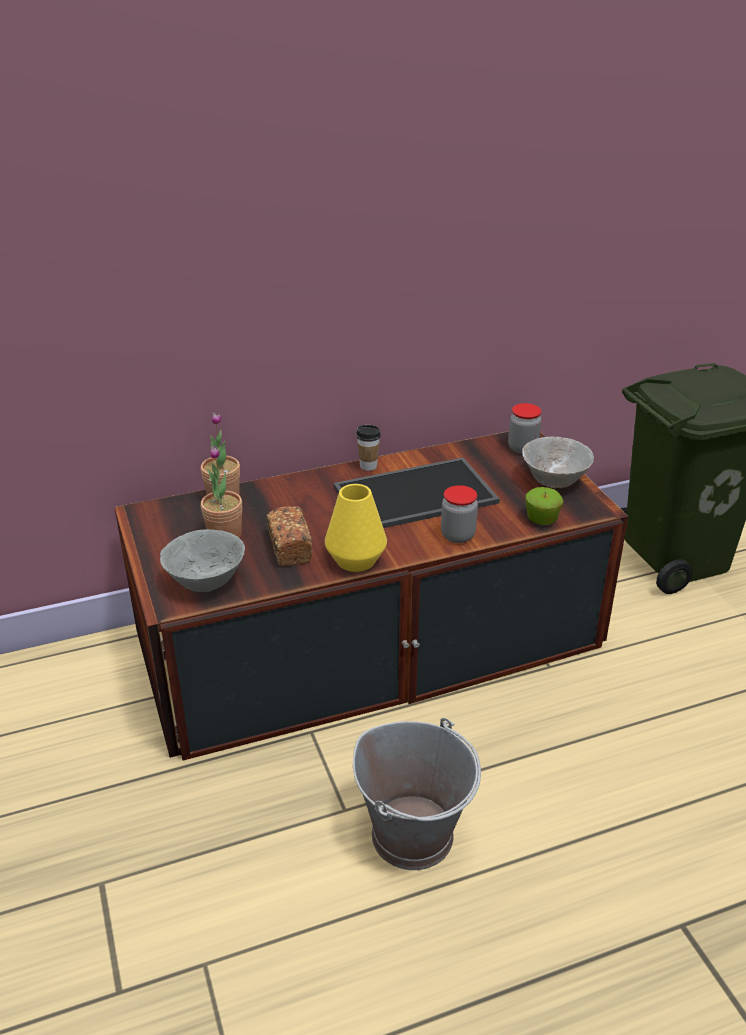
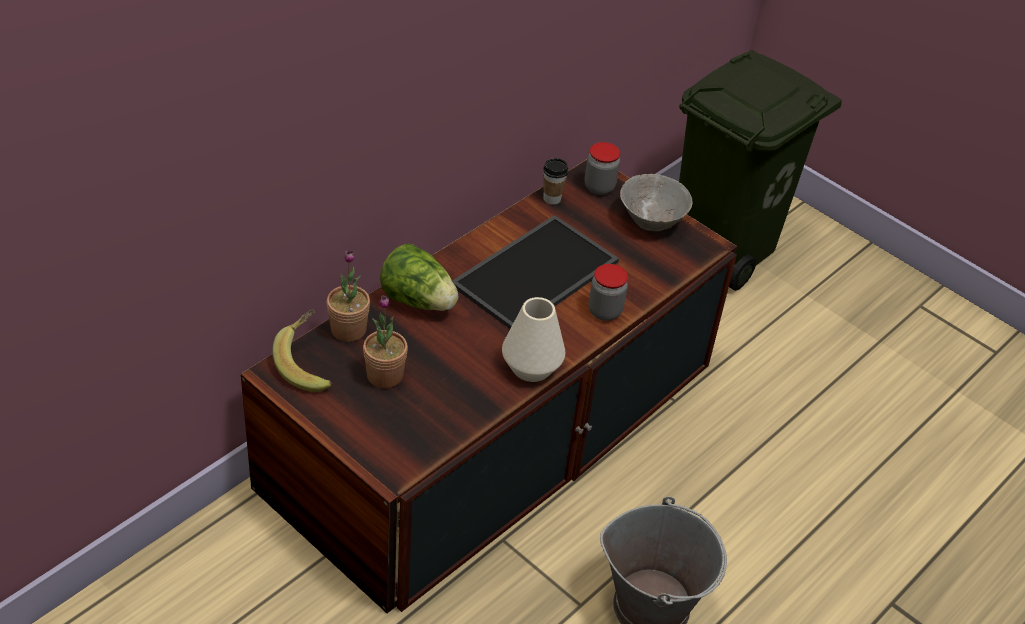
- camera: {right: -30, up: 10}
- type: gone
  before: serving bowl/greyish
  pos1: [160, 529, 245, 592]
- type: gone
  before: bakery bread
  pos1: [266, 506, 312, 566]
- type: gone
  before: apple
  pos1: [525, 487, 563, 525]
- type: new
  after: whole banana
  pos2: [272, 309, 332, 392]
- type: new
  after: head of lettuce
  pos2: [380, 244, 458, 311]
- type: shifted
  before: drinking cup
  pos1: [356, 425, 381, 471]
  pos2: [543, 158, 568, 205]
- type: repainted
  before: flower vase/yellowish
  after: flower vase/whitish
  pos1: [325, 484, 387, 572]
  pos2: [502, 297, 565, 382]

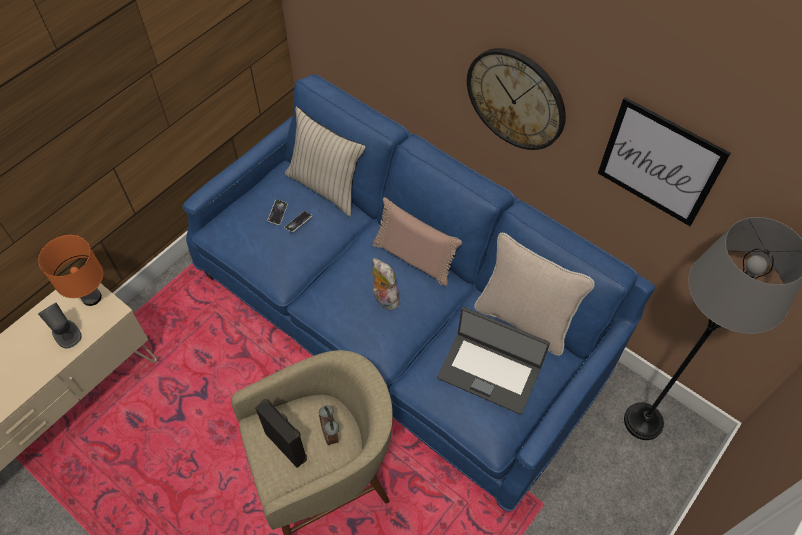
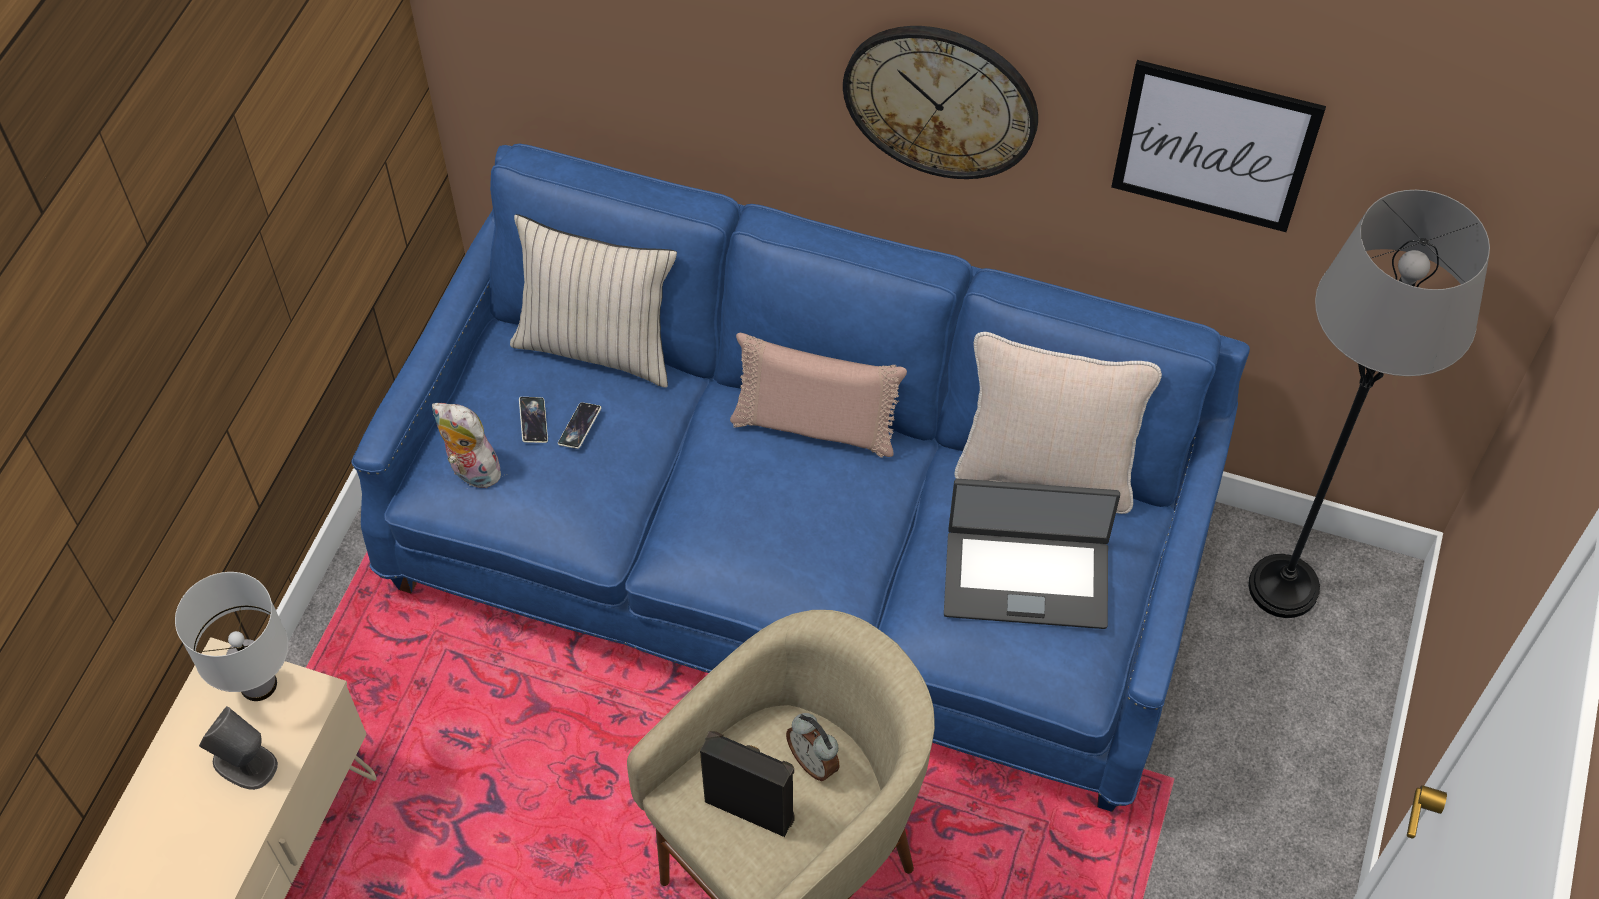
- camera: {right: -20, up: 0}
- type: shifted
  before: soft toy
  pos1: [372, 258, 400, 310]
  pos2: [432, 403, 504, 489]
- type: repainted
  before: table lamp/orange
  after: table lamp/whitish
  pos1: [38, 235, 103, 306]
  pos2: [175, 572, 288, 701]

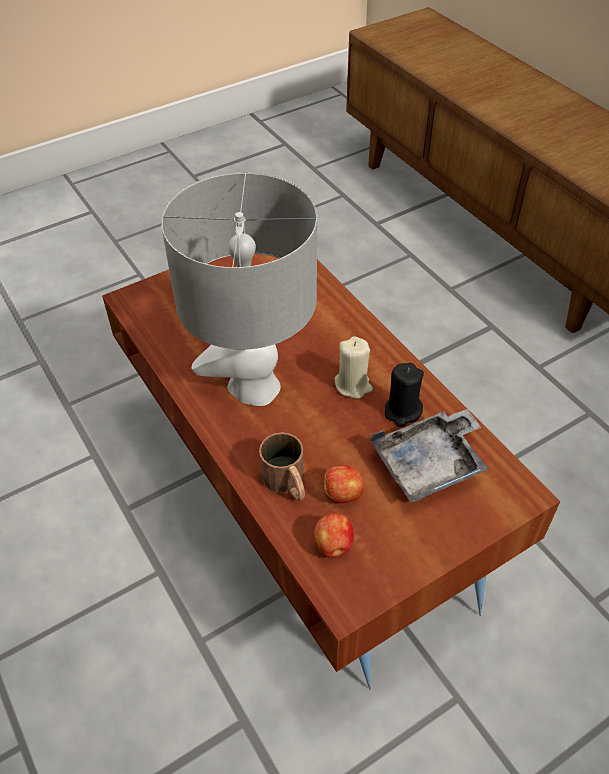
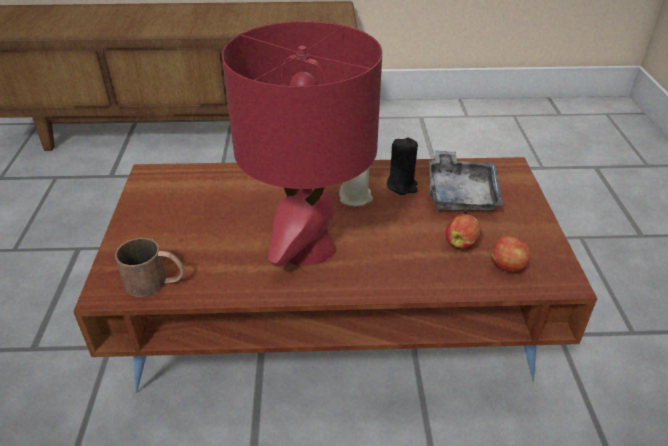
- camera: {right: -60, up: -10}
- type: shifted
  before: coffee mug/brown
  pos1: [259, 433, 305, 500]
  pos2: [115, 238, 185, 297]
- type: repainted
  before: table lamp/greyish
  after: table lamp/reddish
  pos1: [161, 172, 317, 406]
  pos2: [222, 21, 382, 267]

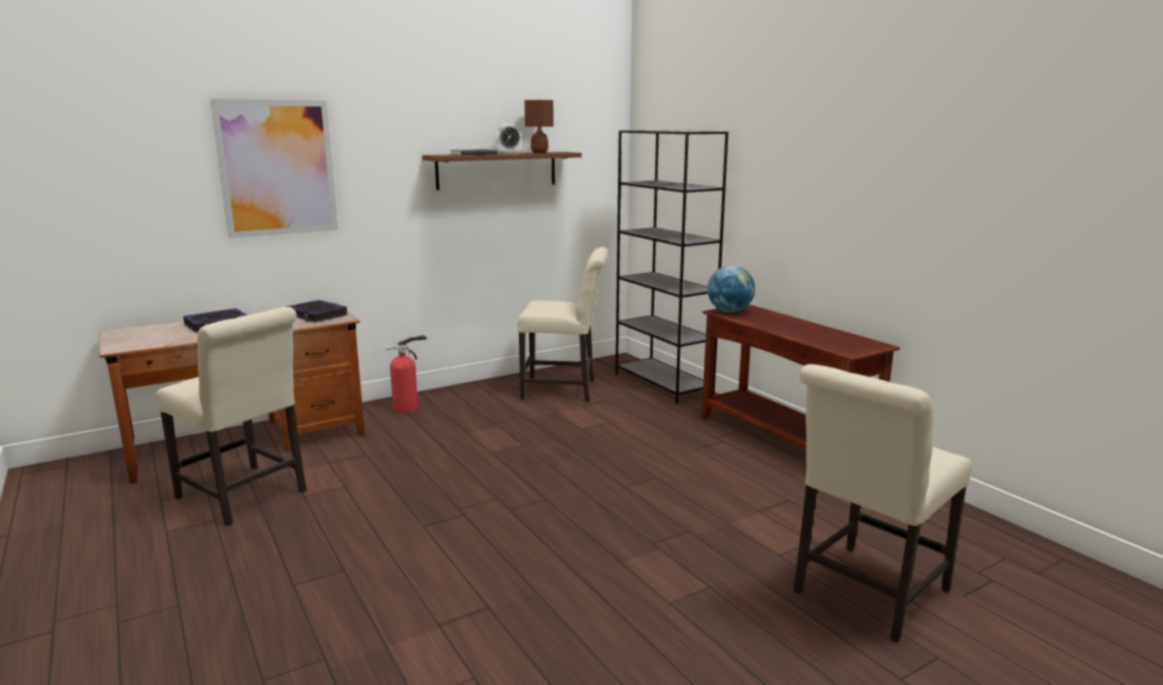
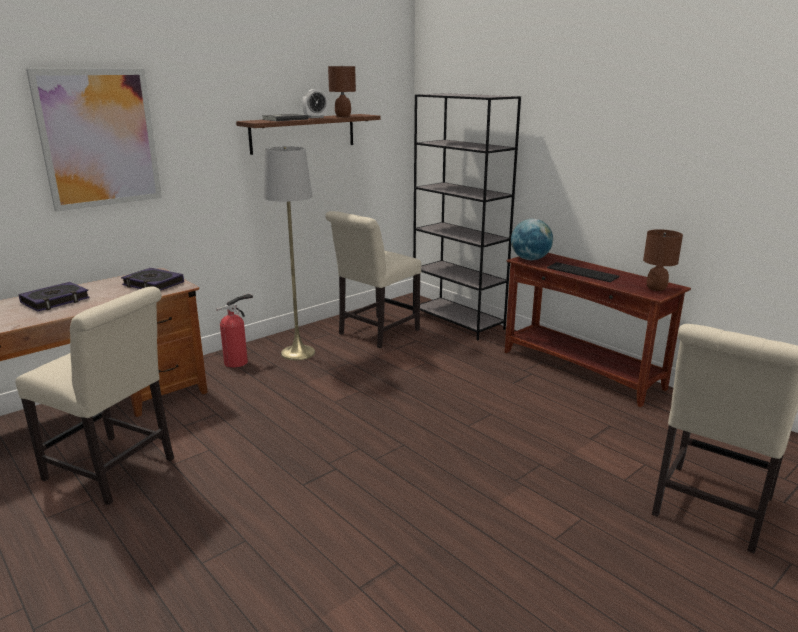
- camera: {right: -10, up: 5}
- type: new
  after: standard lamp/greyish
  pos2: [264, 147, 315, 360]
- type: new
  after: computer keyboard
  pos2: [547, 262, 619, 282]
- type: new
  after: table lamp/brown
  pos2: [643, 229, 683, 291]
- type: rotated
  before: plain chair/beige
  pos1: [518, 247, 608, 402]
  pos2: [325, 211, 421, 348]
  turn: 135

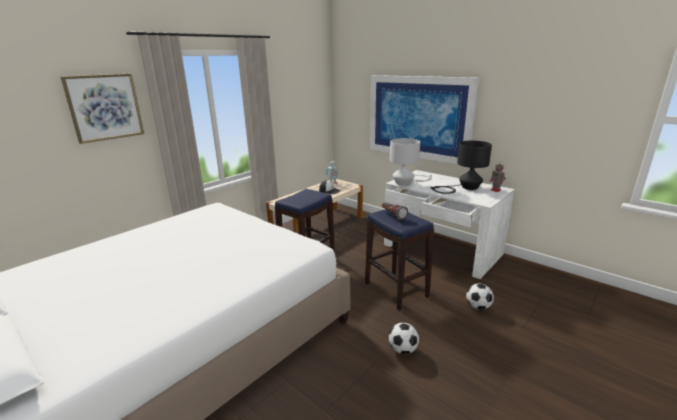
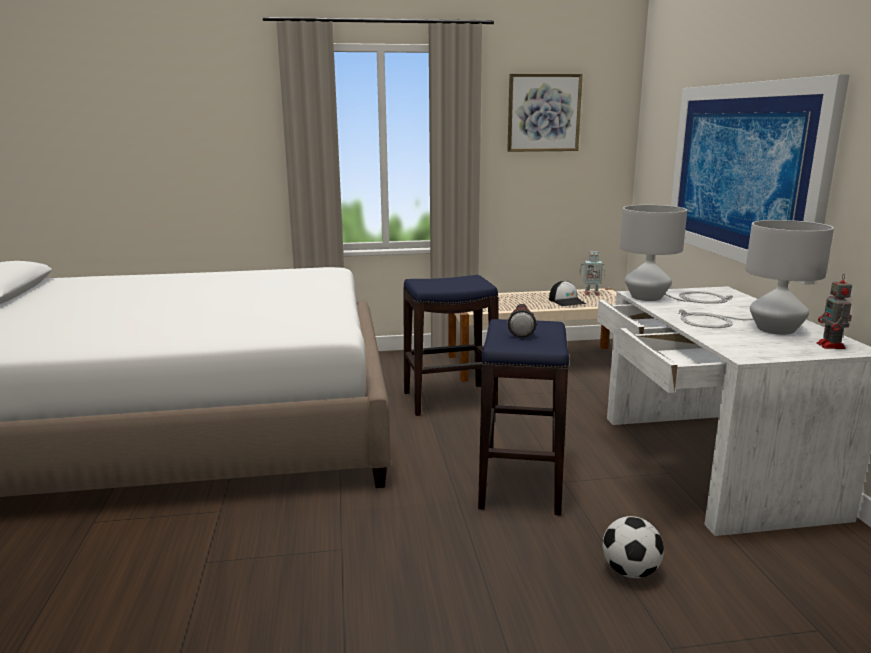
- camera: {right: 40, up: -5}
- type: gone
  before: football
  pos1: [389, 323, 419, 354]
- type: shifted
  before: wall picture
  pos1: [61, 74, 144, 144]
  pos2: [507, 74, 583, 152]
- type: repainted
  before: table lamp/blackish
  after: table lamp/whitish
  pos1: [430, 141, 492, 194]
  pos2: [679, 220, 834, 335]

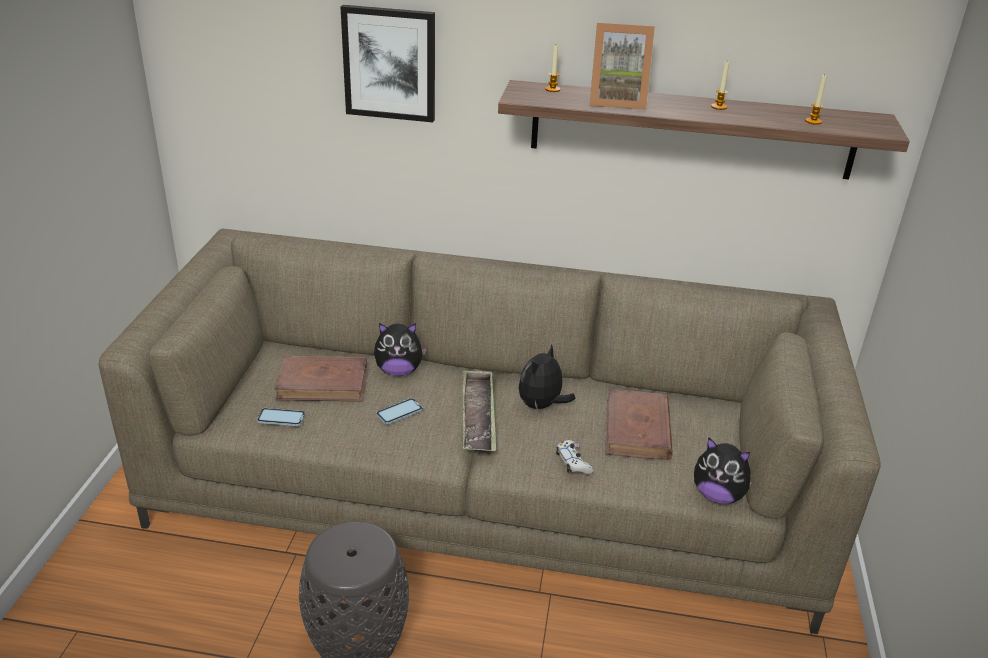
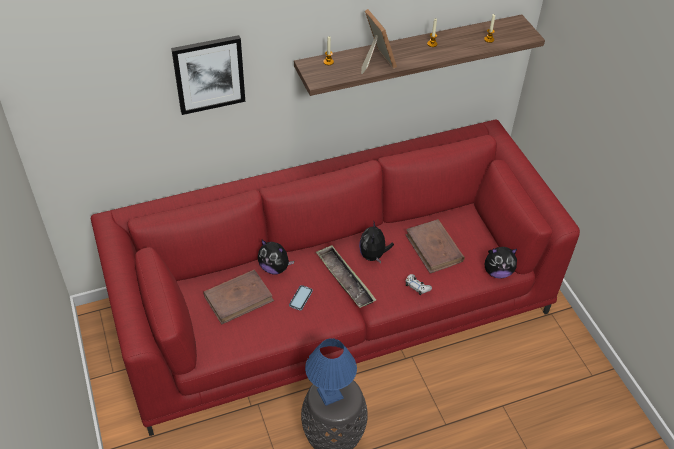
- camera: {right: -30, up: 15}
- type: gone
  before: telephone
  pos1: [257, 408, 305, 426]
- type: new
  after: table lamp/blue-coloured
  pos2: [305, 338, 357, 406]
- type: repainted
  before: settee/beige
  after: settee/reddish
  pos1: [99, 229, 881, 634]
  pos2: [91, 119, 580, 436]
- type: rotated
  before: soft toy
  pos1: [374, 323, 427, 376]
  pos2: [258, 239, 294, 274]
  turn: 60
- type: rotated
  before: photo frame
  pos1: [590, 23, 655, 110]
  pos2: [361, 9, 397, 74]
  turn: -90

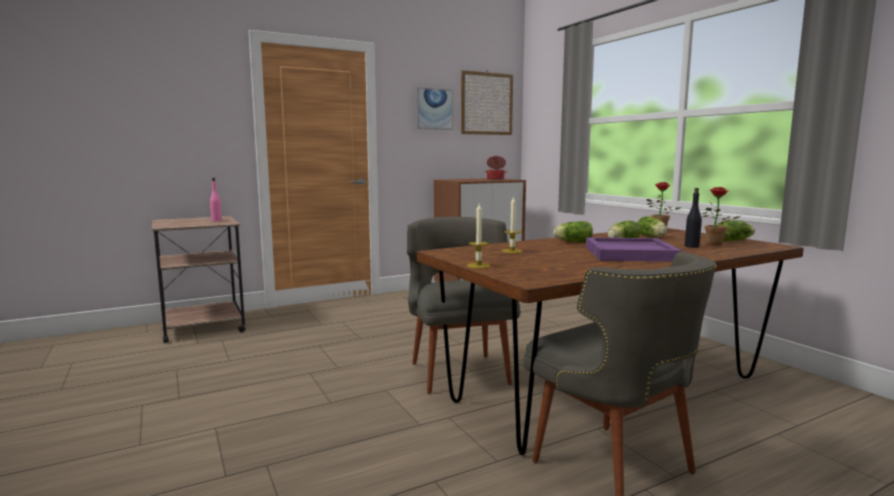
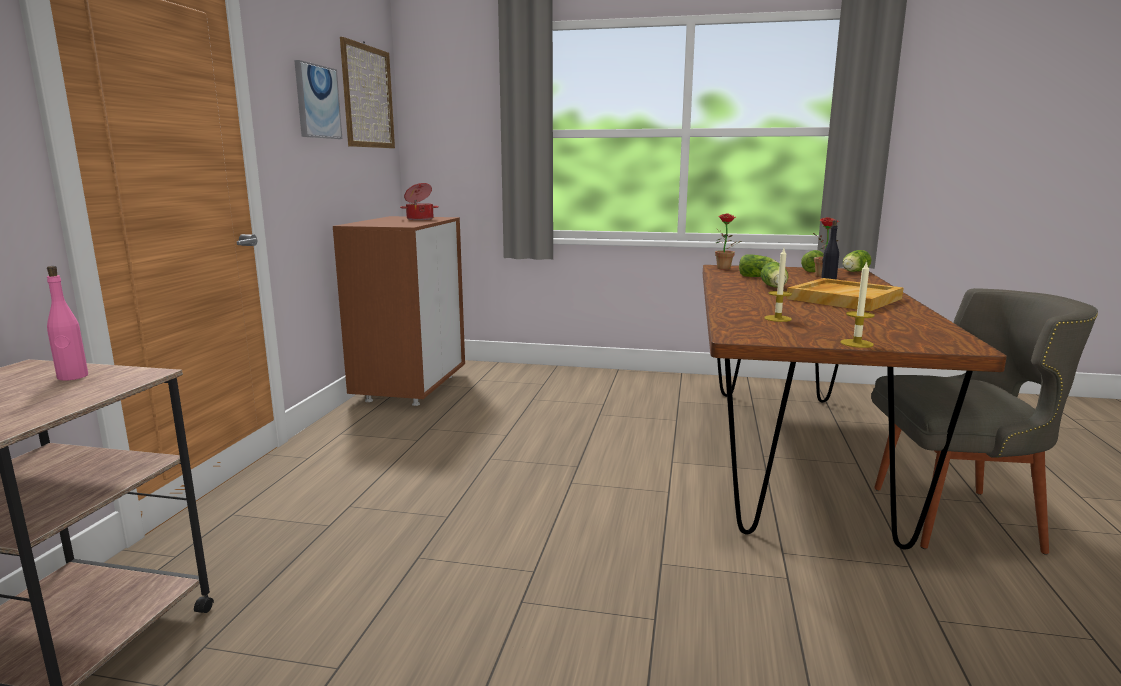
- camera: {right: -50, up: 5}
- type: gone
  before: plain chair/greyish
  pos1: [407, 217, 520, 394]
- type: shifted
  before: head of lettuce
  pos1: [553, 221, 593, 242]
  pos2: [843, 250, 871, 272]
- type: repainted
  before: carrying tray/purple-coloured
  after: carrying tray/beige
  pos1: [586, 237, 682, 262]
  pos2: [786, 278, 904, 311]

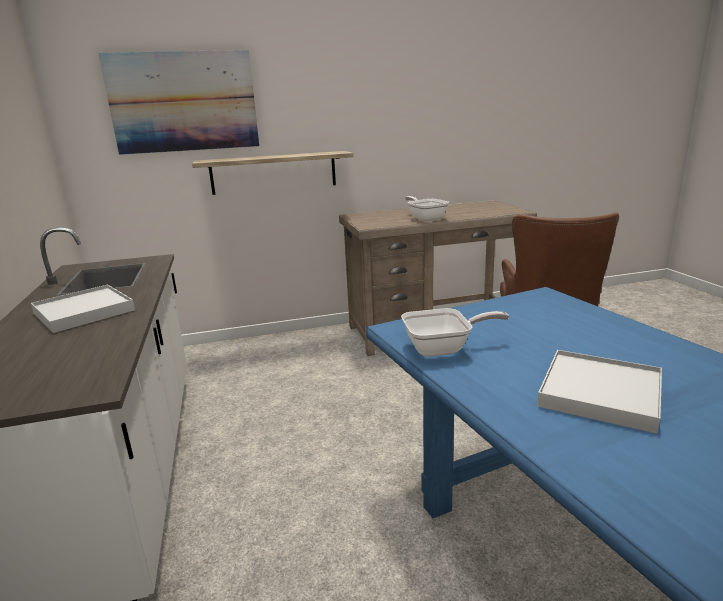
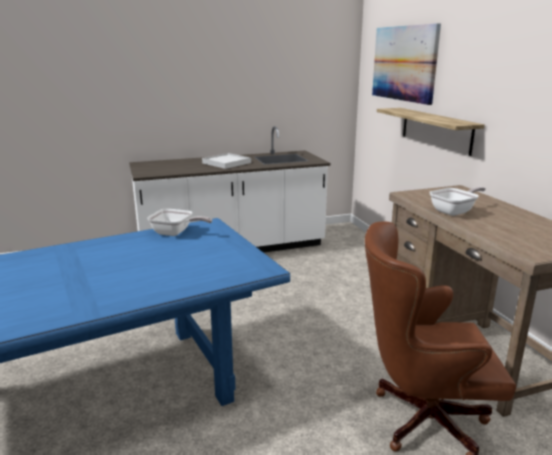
- camera: {right: 85, up: 0}
- type: gone
  before: carrying tray/whitish
  pos1: [537, 350, 662, 434]
- type: rotated
  before: pan
  pos1: [401, 308, 509, 357]
  pos2: [147, 209, 212, 236]
  turn: -60

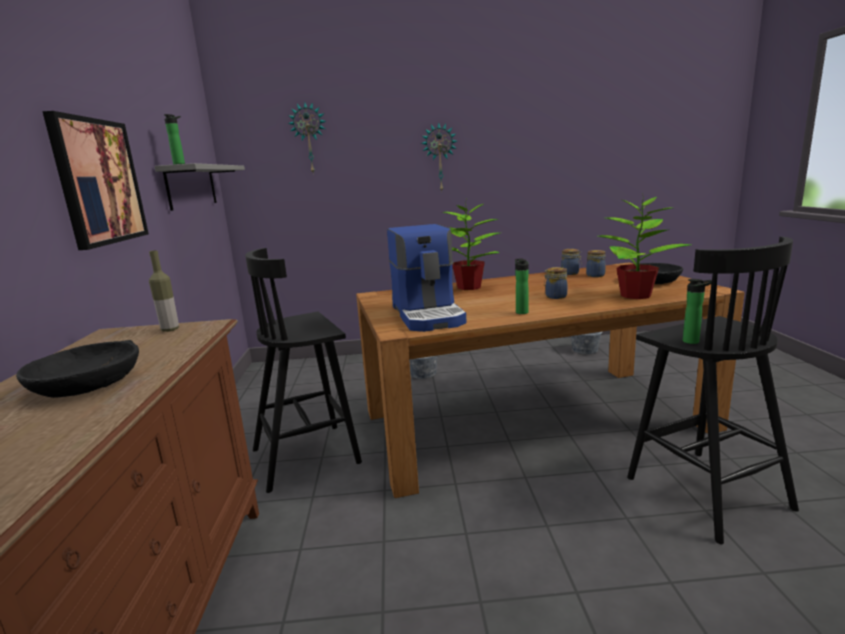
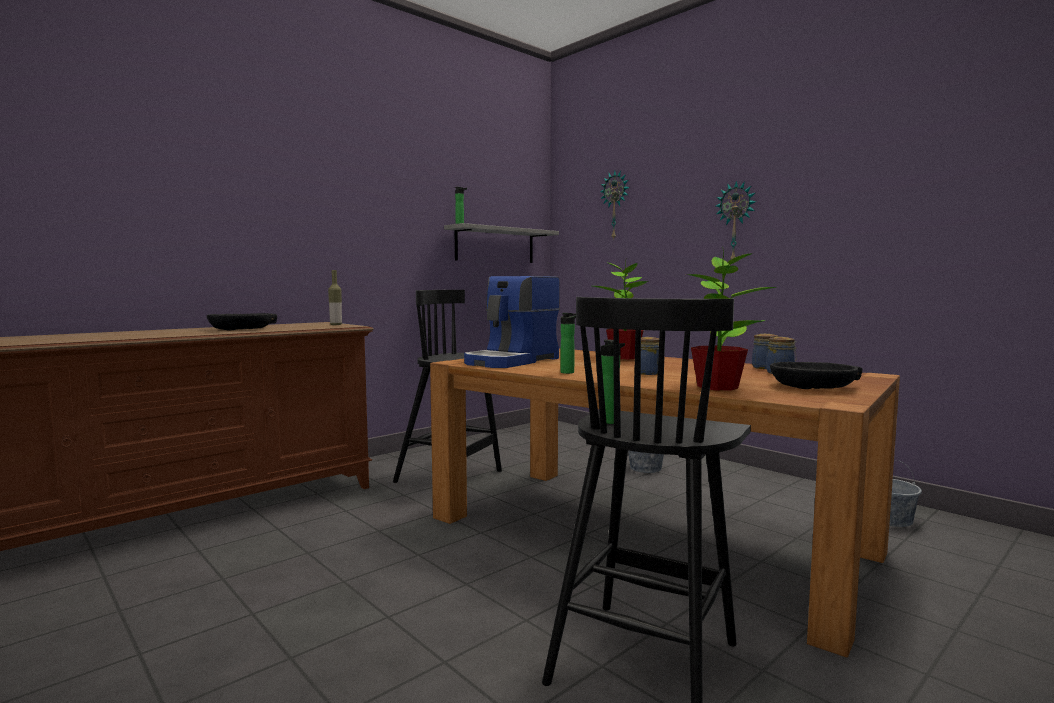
- camera: {right: 50, up: -10}
- type: gone
  before: wall picture
  pos1: [42, 111, 149, 250]

